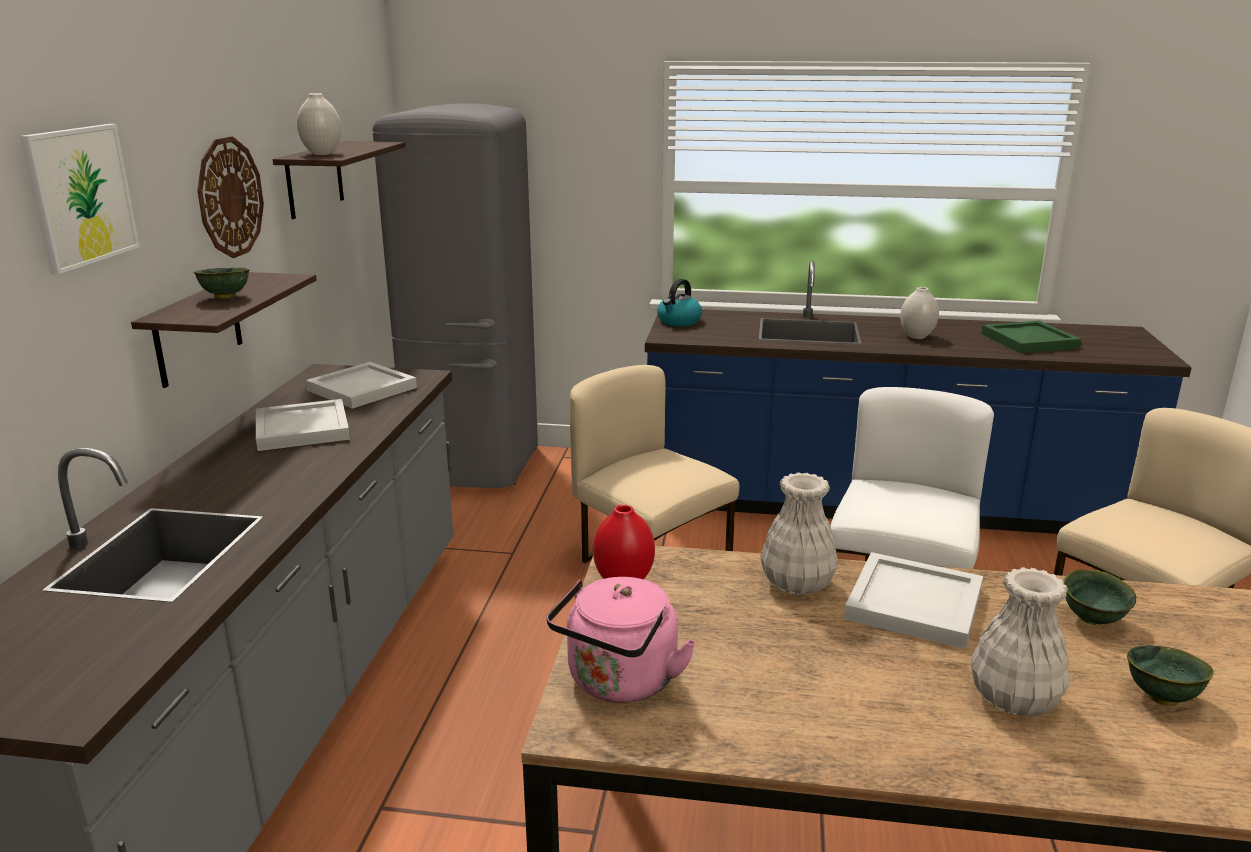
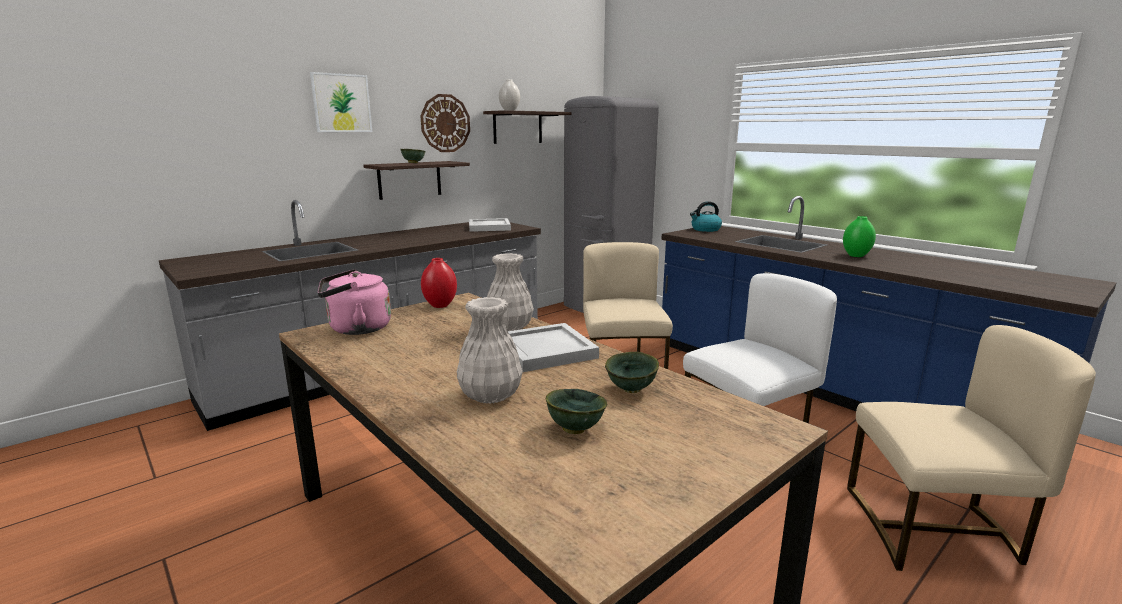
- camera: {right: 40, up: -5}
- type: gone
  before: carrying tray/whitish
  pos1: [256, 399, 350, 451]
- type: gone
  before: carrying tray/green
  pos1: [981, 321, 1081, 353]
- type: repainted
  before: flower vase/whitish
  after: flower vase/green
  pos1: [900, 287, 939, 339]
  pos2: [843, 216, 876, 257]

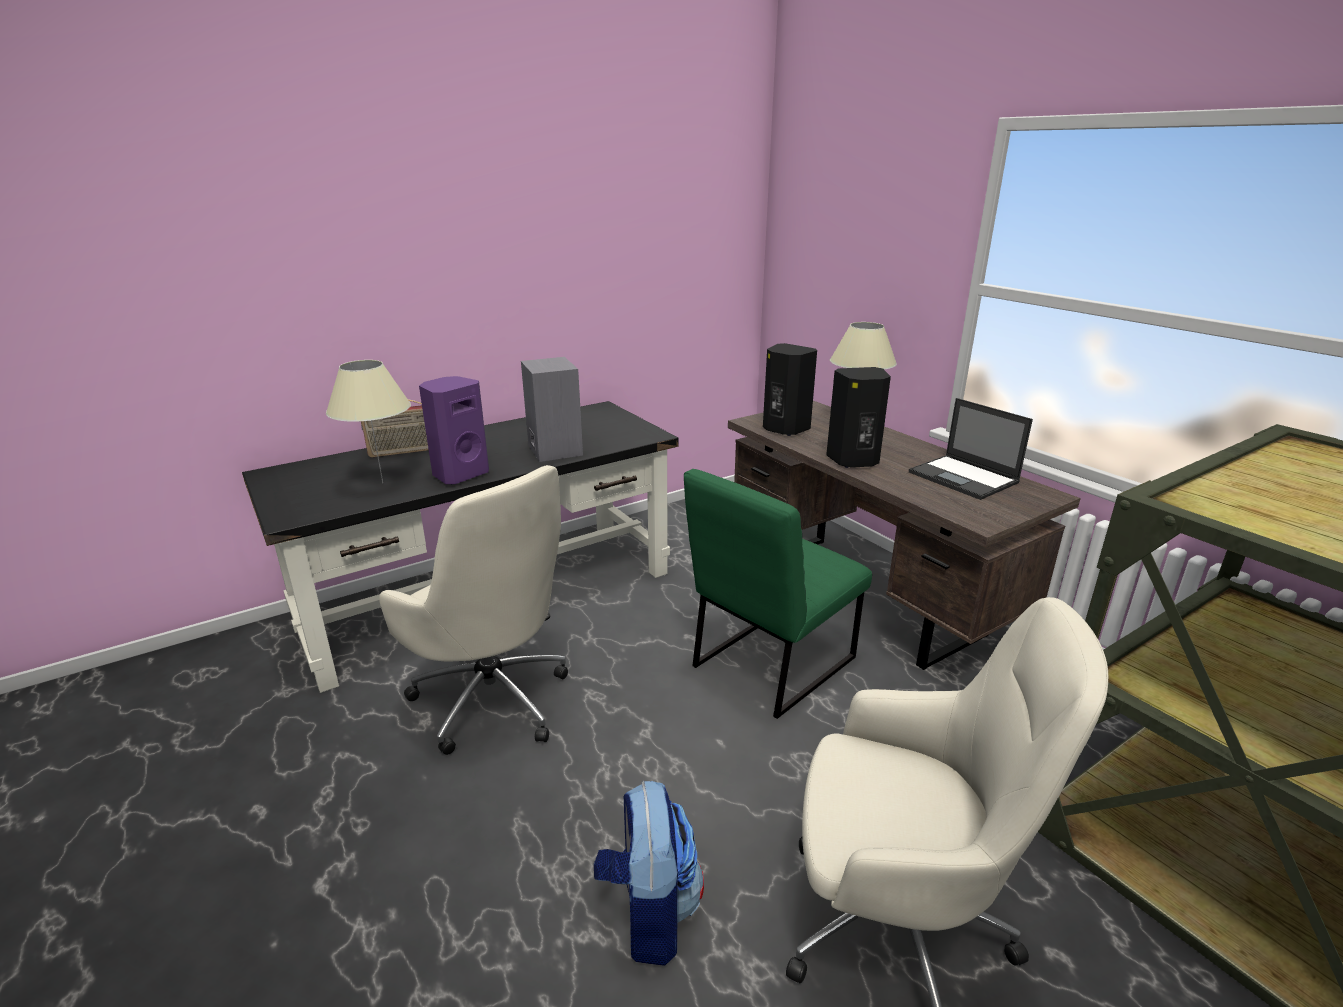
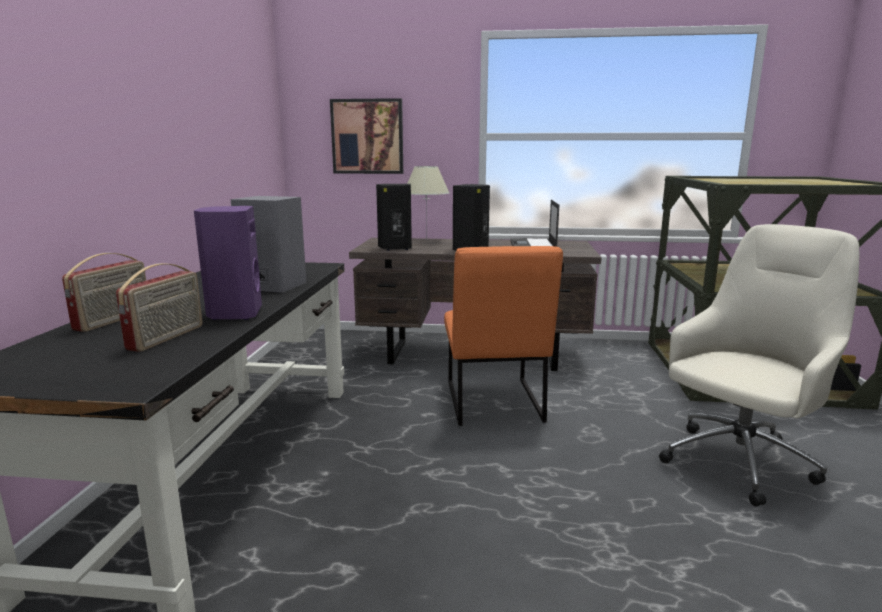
- camera: {right: -50, up: -10}
- type: gone
  before: desk chair/beige
  pos1: [379, 465, 568, 755]
- type: gone
  before: knapsack
  pos1: [594, 781, 704, 966]
- type: new
  after: wall picture
  pos2: [330, 98, 403, 174]
- type: swapped
  before: table lamp/beige
  after: radio
  pos1: [326, 360, 411, 483]
  pos2: [116, 263, 203, 352]
- type: repainted
  before: plain chair/green
  after: plain chair/orange
  pos1: [684, 469, 872, 719]
  pos2: [444, 246, 563, 426]
- type: rotated
  before: notebook computer
  pos1: [909, 398, 1033, 500]
  pos2: [510, 200, 559, 247]
  turn: 90

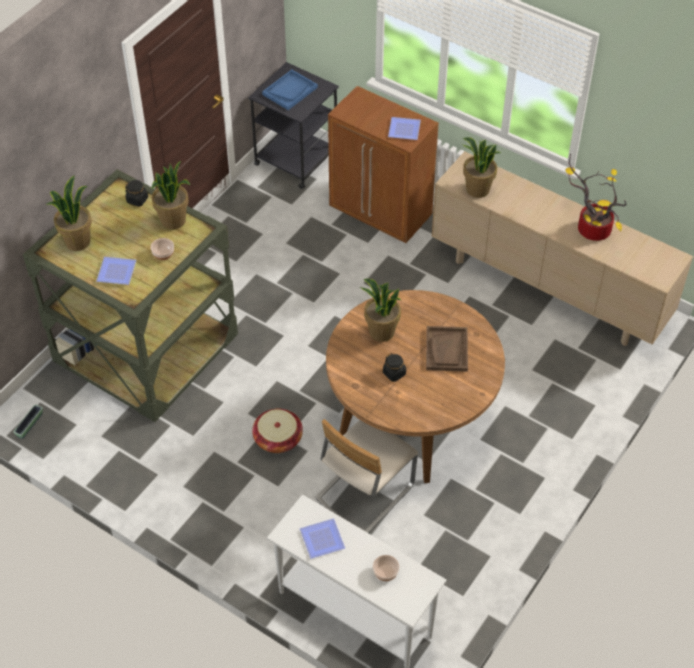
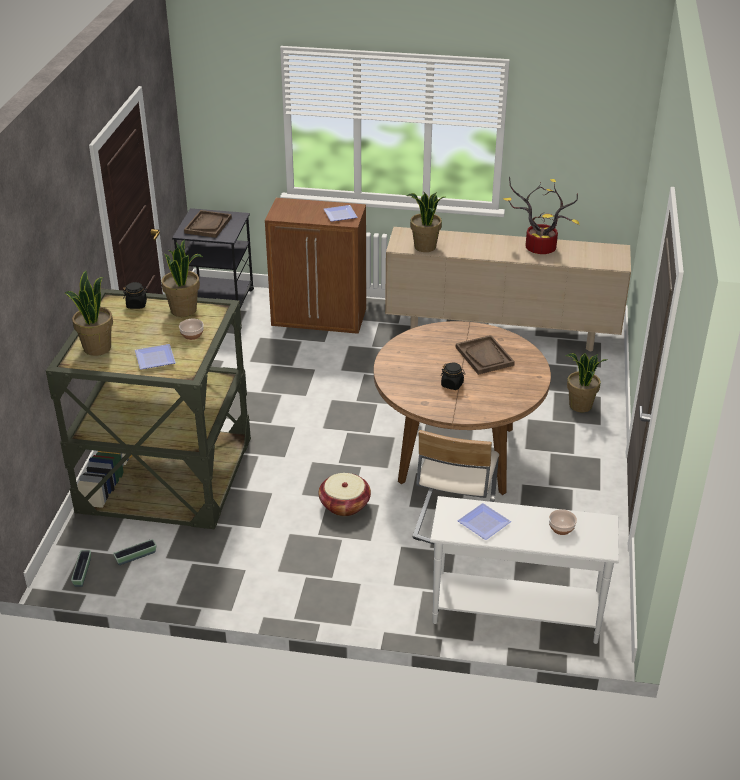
- camera: {right: -25, up: -15}
- type: new
  after: planter
  pos2: [113, 539, 156, 565]
- type: shifted
  before: potted plant
  pos1: [360, 279, 401, 342]
  pos2: [566, 353, 607, 412]
- type: repainted
  before: carrying tray/blue-coloured
  after: carrying tray/brown
  pos1: [262, 69, 318, 110]
  pos2: [184, 210, 232, 238]

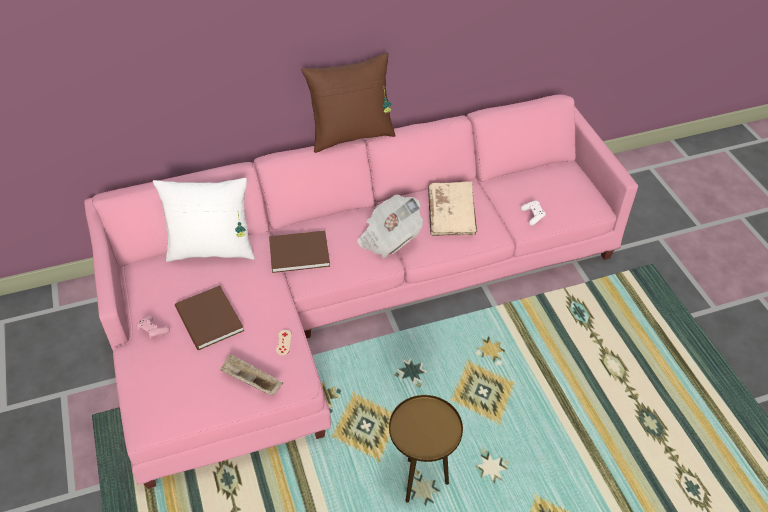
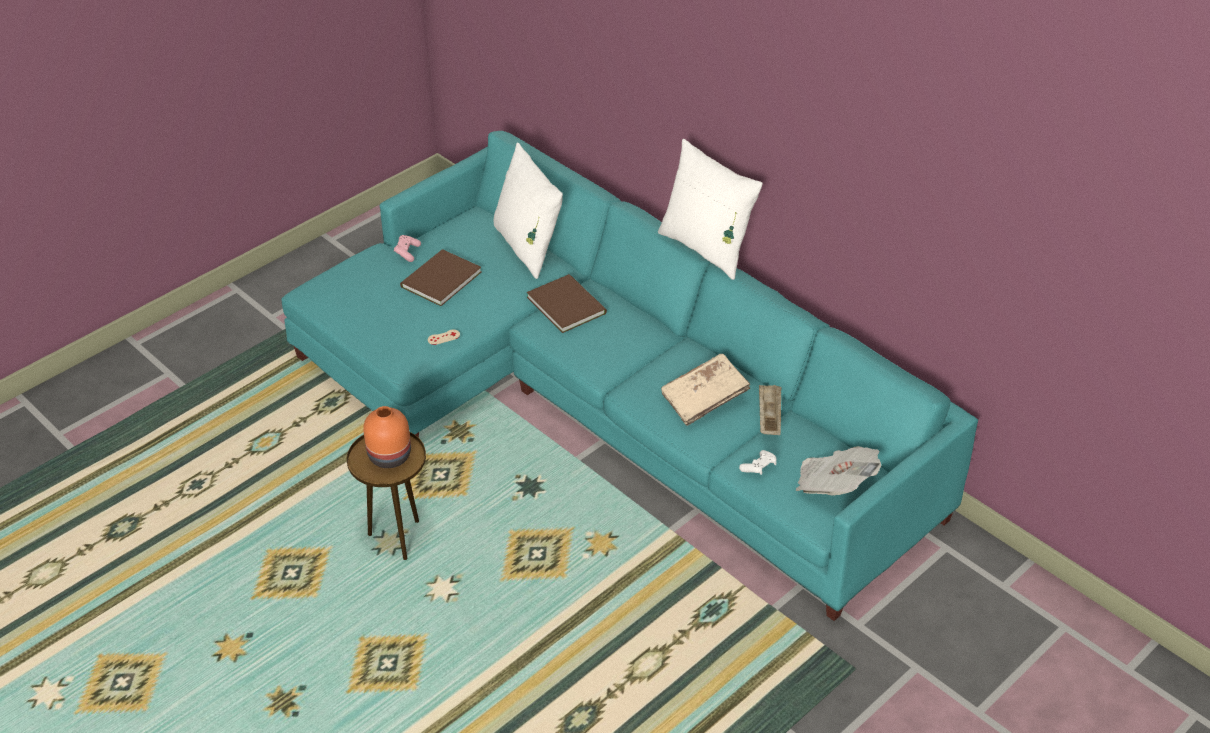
- camera: {right: 65, up: -5}
- type: new
  after: flower vase/orange
  pos2: [363, 406, 411, 468]
- type: shifted
  before: carrying tray/beige
  pos1: [220, 354, 283, 395]
  pos2: [759, 385, 781, 435]
- type: shifted
  before: daily paper
  pos1: [357, 194, 423, 258]
  pos2: [796, 446, 881, 496]
- type: repainted
  before: settee/pink
  after: settee/blue-green
  pos1: [84, 95, 638, 489]
  pos2: [281, 131, 978, 621]
- type: repainted
  before: cushion/brown
  after: cushion/whitish
  pos1: [302, 53, 396, 153]
  pos2: [658, 139, 763, 280]

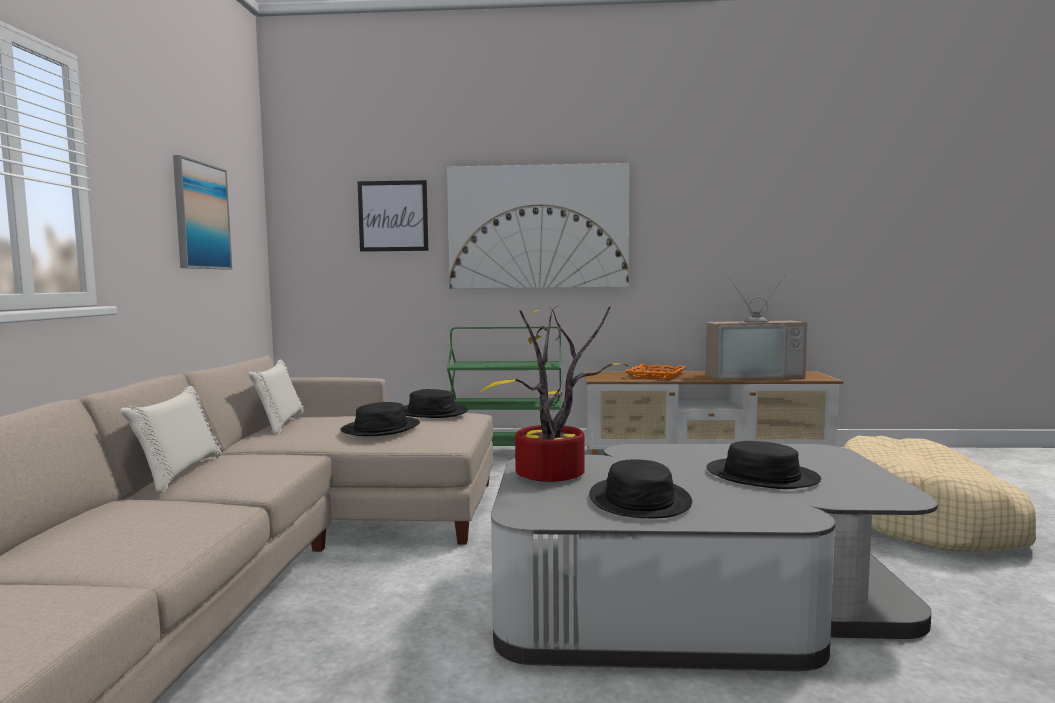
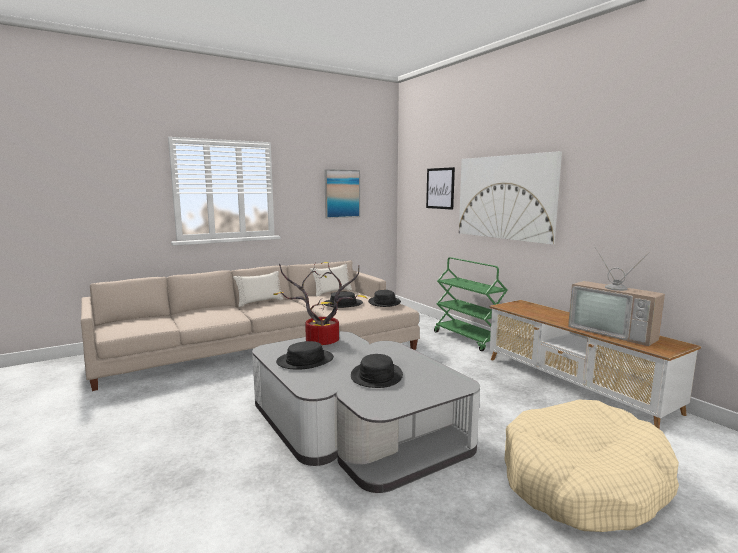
- camera: {right: 55, up: 5}
- type: gone
  before: carrying tray/orange
  pos1: [625, 364, 686, 380]

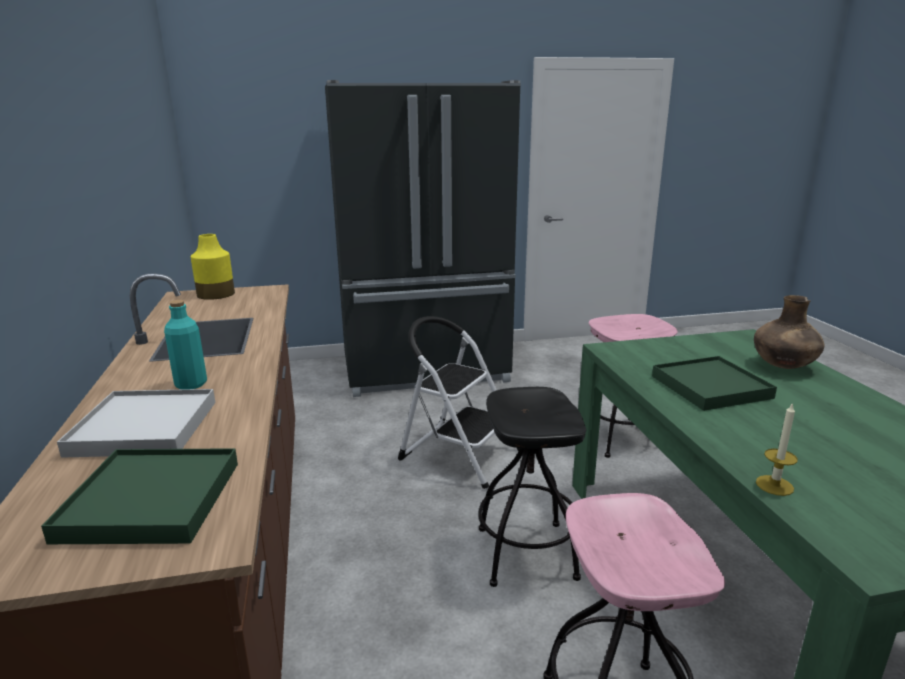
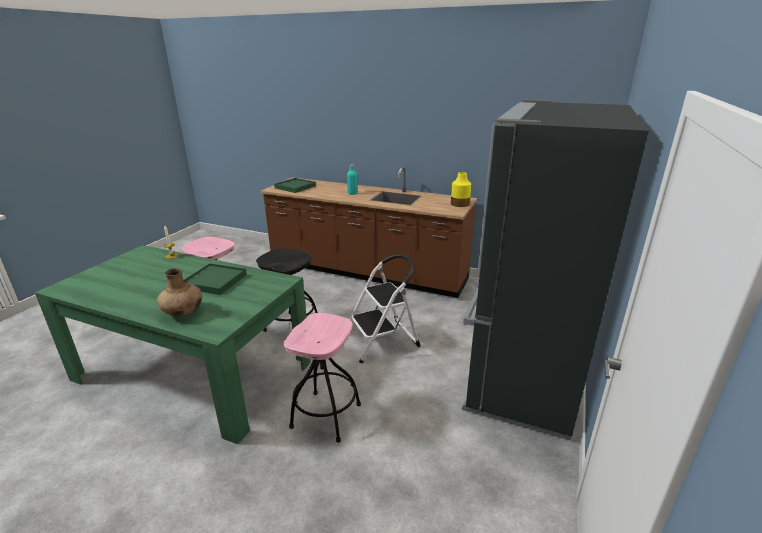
- camera: {right: 125, up: 5}
- type: gone
  before: carrying tray/whitish
  pos1: [57, 389, 215, 458]

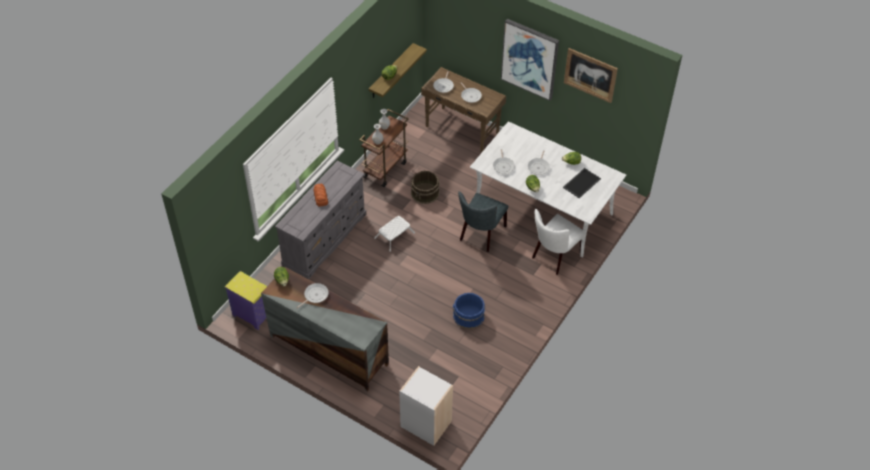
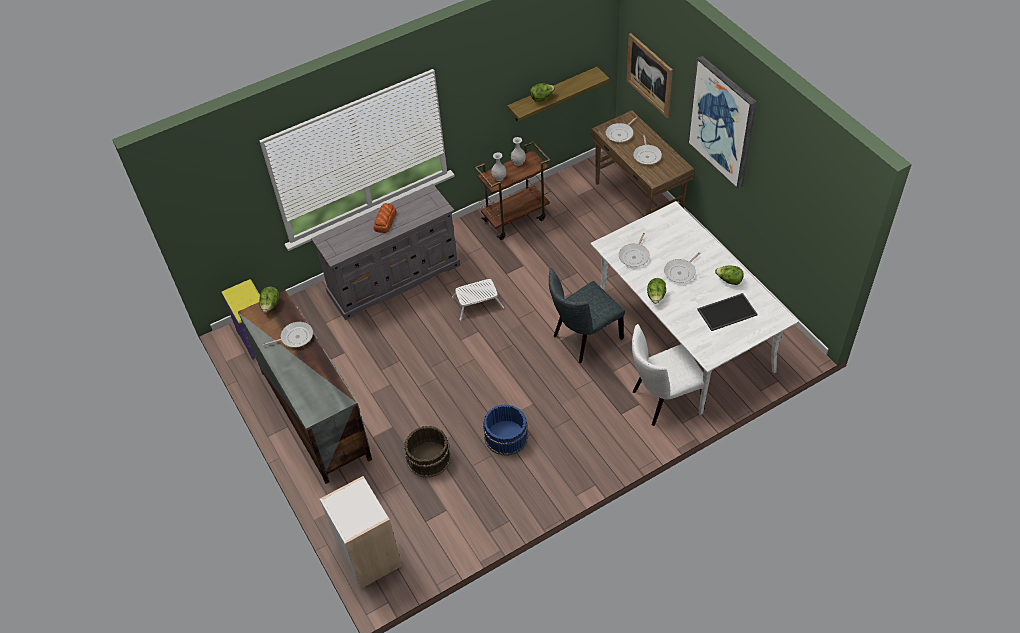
- camera: {right: 30, up: 0}
- type: shifted
  before: pail/brown
  pos1: [411, 171, 440, 204]
  pos2: [404, 426, 451, 478]
- type: shifted
  before: wall picture
  pos1: [564, 48, 618, 103]
  pos2: [627, 33, 673, 118]

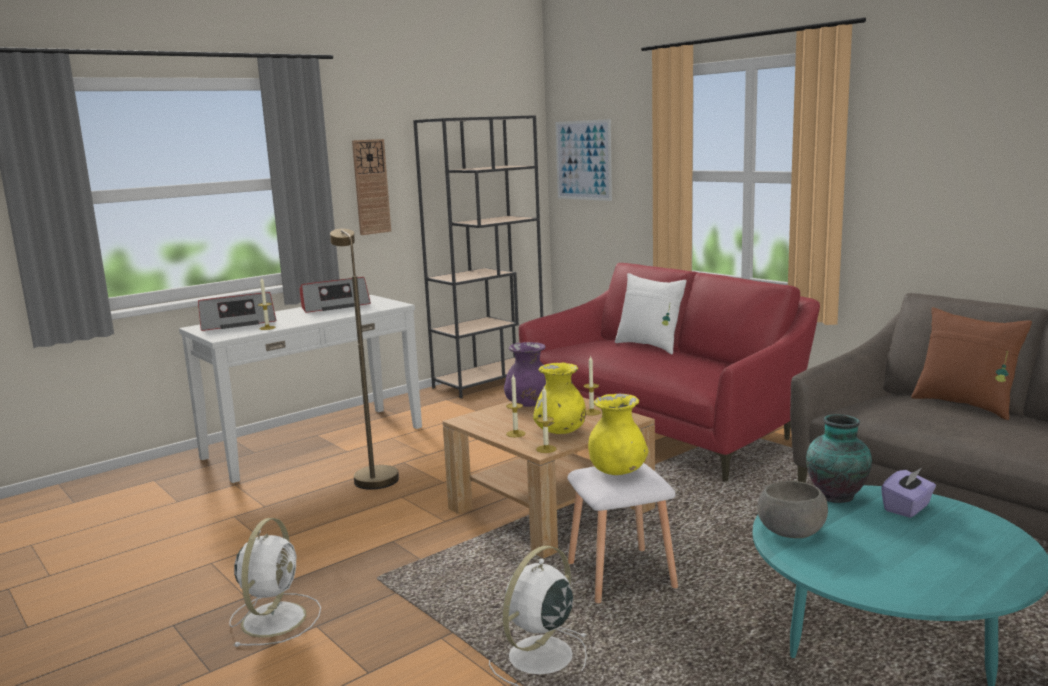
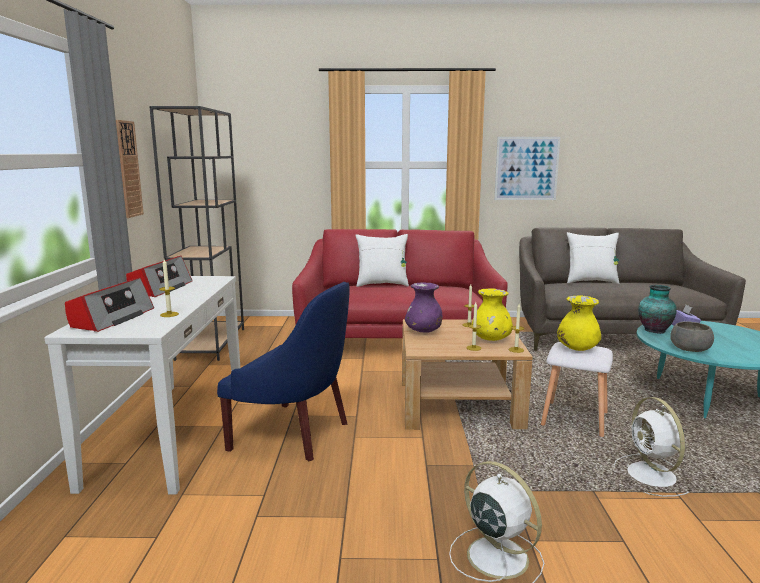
- camera: {right: -50, up: 0}
- type: shifted
  before: wall picture
  pos1: [555, 119, 612, 201]
  pos2: [494, 137, 560, 200]
- type: swapped
  before: standard lamp/brown
  after: easy chair/blue-coloured
  pos1: [330, 229, 399, 490]
  pos2: [217, 282, 350, 462]
- type: repainted
  before: cushion/brown
  after: cushion/whitish
  pos1: [911, 307, 1032, 420]
  pos2: [567, 232, 620, 284]

